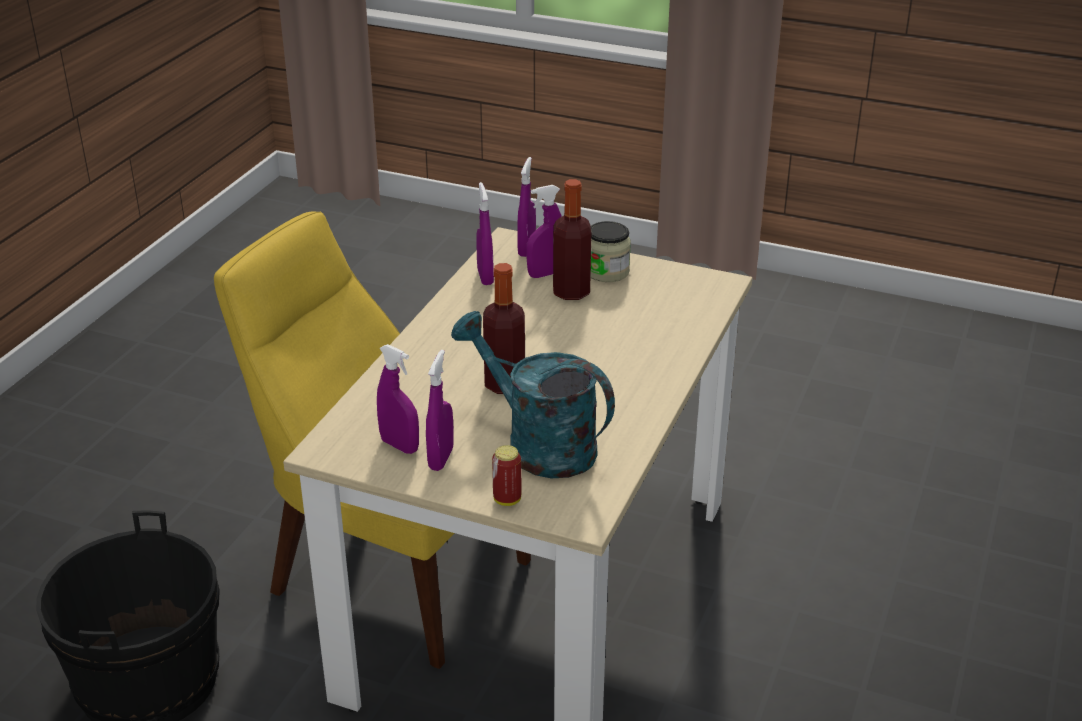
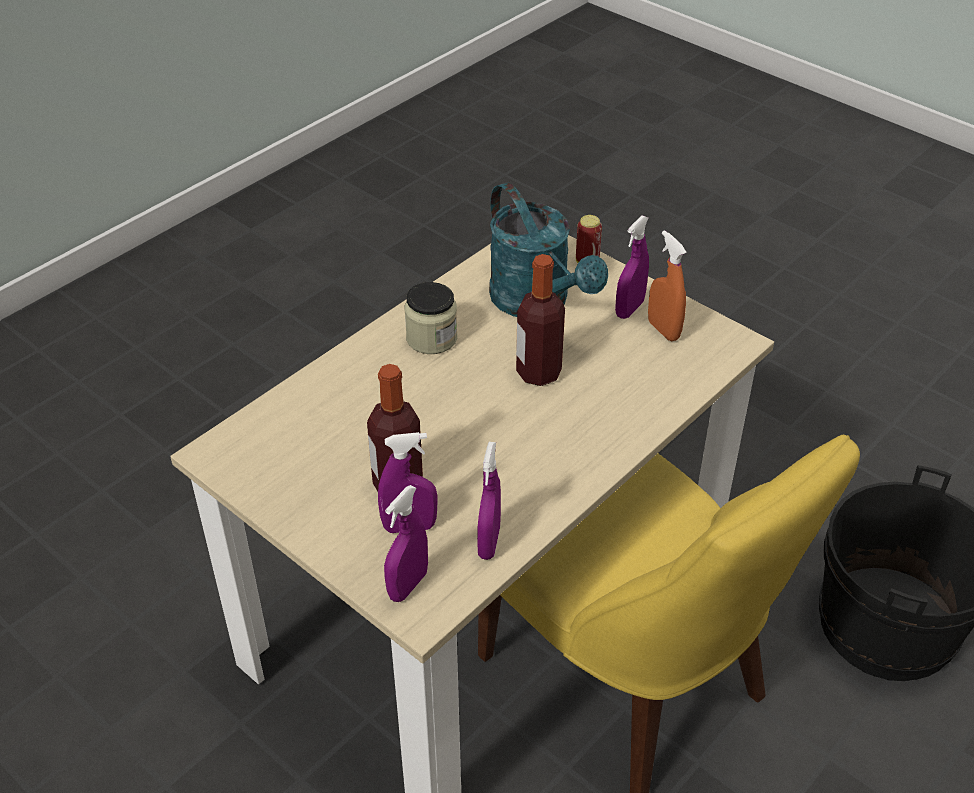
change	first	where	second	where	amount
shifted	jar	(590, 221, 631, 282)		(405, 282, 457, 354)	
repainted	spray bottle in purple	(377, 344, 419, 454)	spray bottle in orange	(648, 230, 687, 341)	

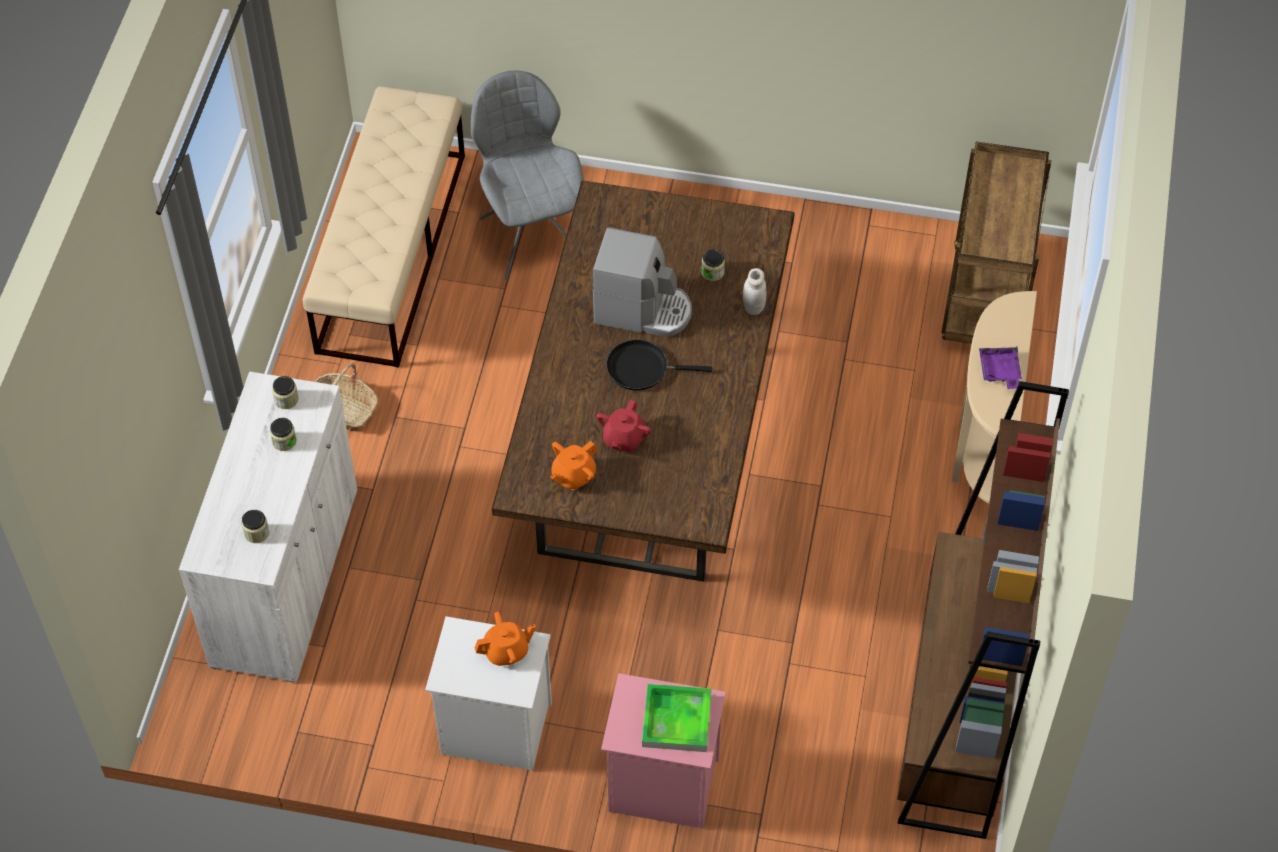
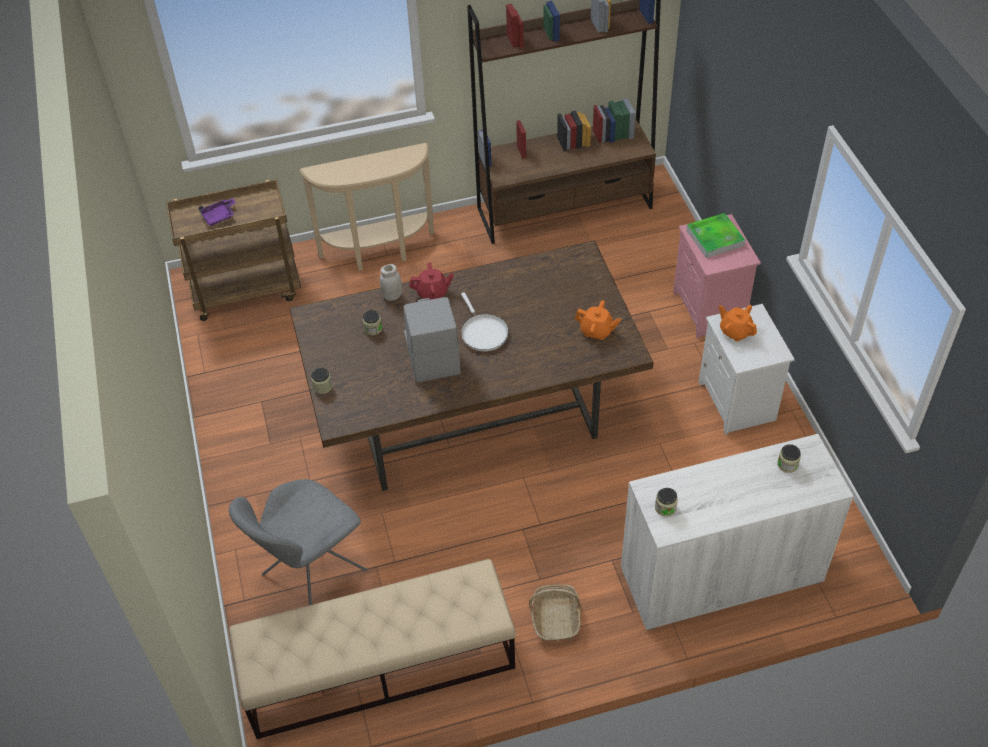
change	first	where	second	where	amount
shifted	jar	(270, 418, 297, 451)		(311, 368, 332, 394)	
shifted	teapot in red	(596, 400, 651, 452)		(409, 262, 454, 300)	
shifted	tray in purple	(979, 346, 1022, 389)		(198, 198, 236, 226)	
repainted	frying pan in black	(606, 340, 712, 390)	frying pan in white	(461, 292, 509, 351)	

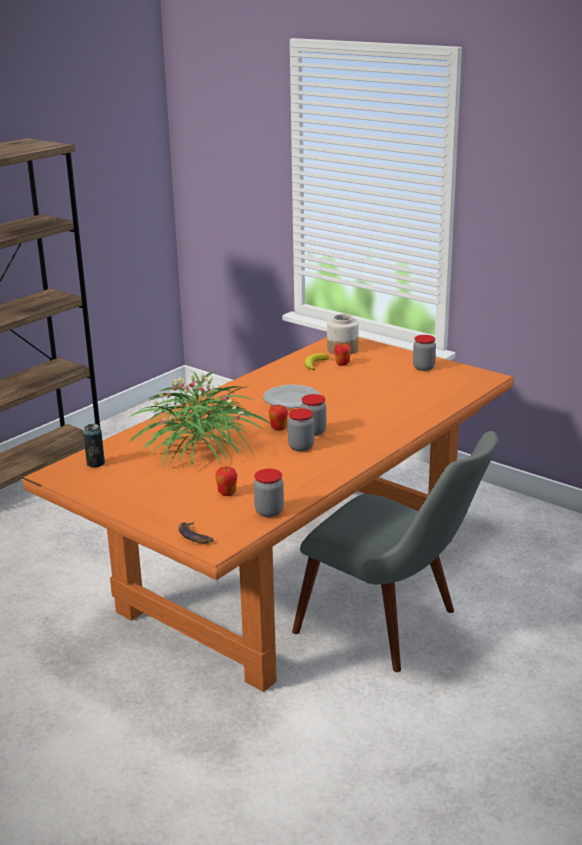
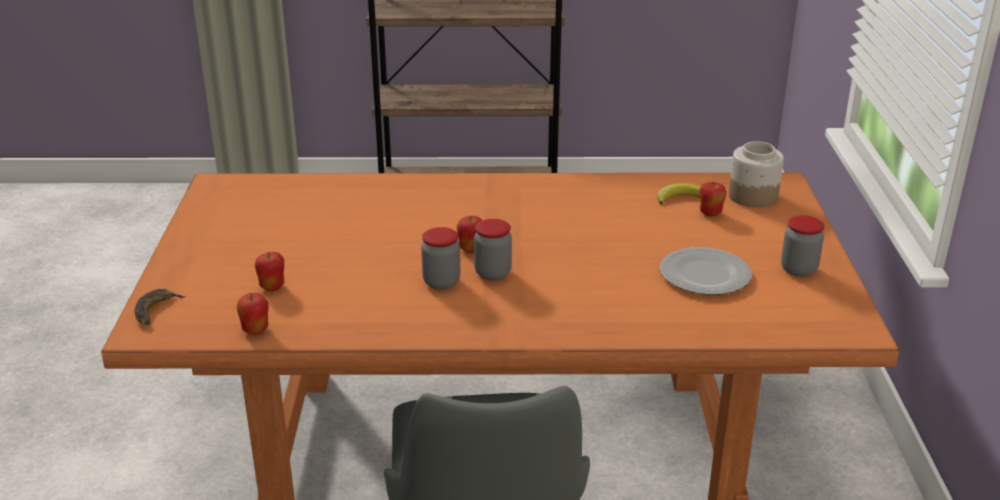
change	first	where	second	where	amount
gone	can	(83, 424, 105, 467)			
gone	potted plant	(129, 371, 270, 467)			
shifted	plate	(263, 385, 320, 408)		(660, 247, 752, 295)	
swapped	jar	(254, 469, 284, 517)	apple	(237, 293, 268, 335)	

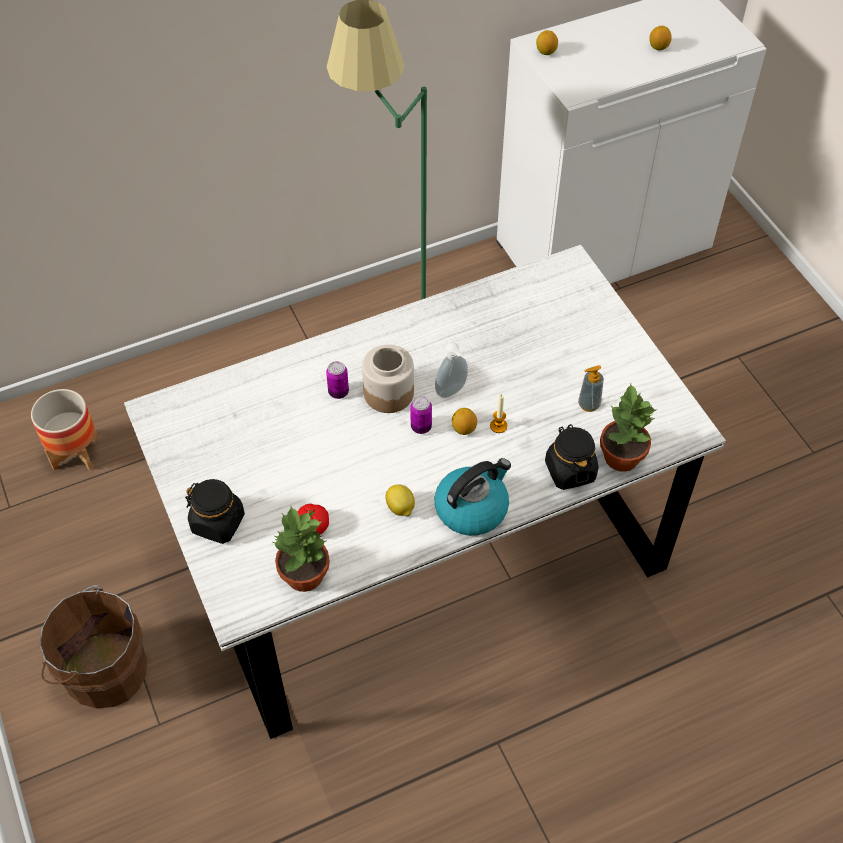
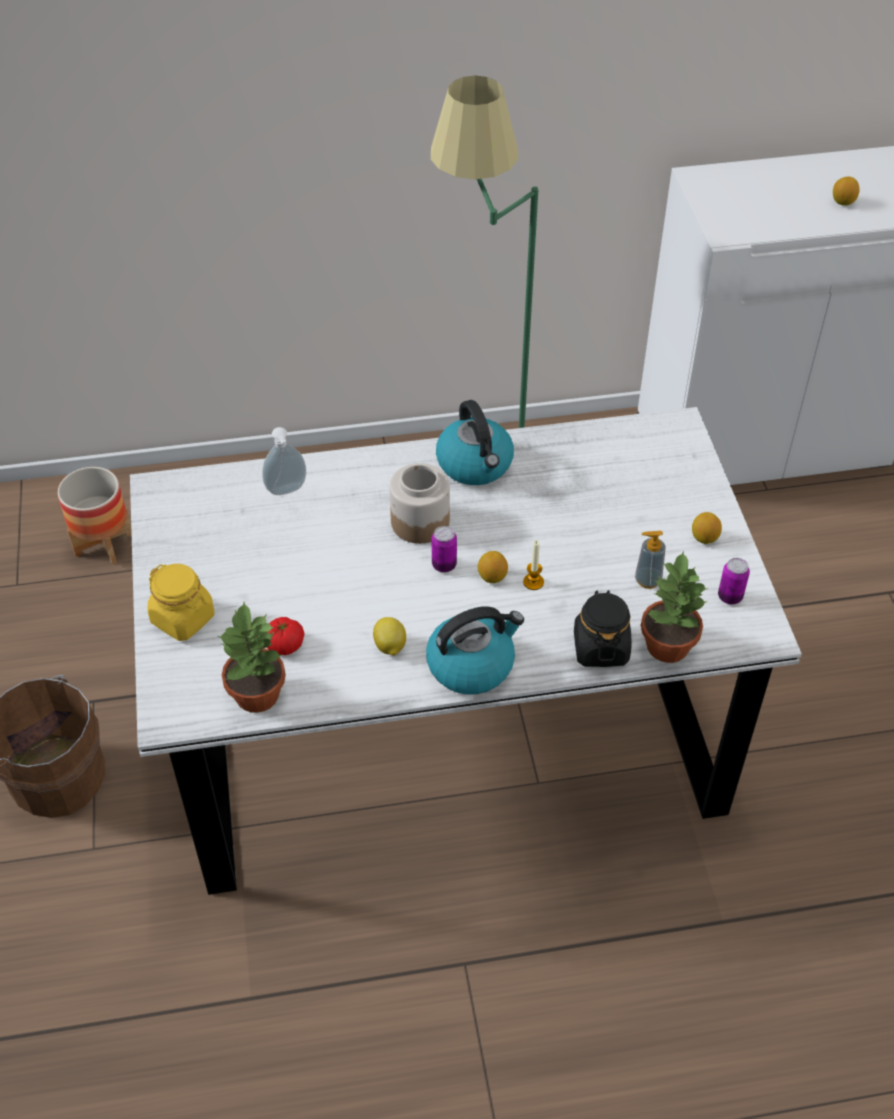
change	first	where	second	where	amount
new			kettle	(436, 400, 514, 485)	
shifted	can	(326, 361, 349, 399)		(718, 558, 750, 604)	
shifted	soap dispenser	(435, 342, 468, 398)		(262, 427, 306, 495)	
shifted	lemon	(536, 30, 558, 55)		(692, 512, 722, 544)	
repainted	jar in black	(185, 479, 245, 544)	jar in yellow	(147, 564, 215, 641)	

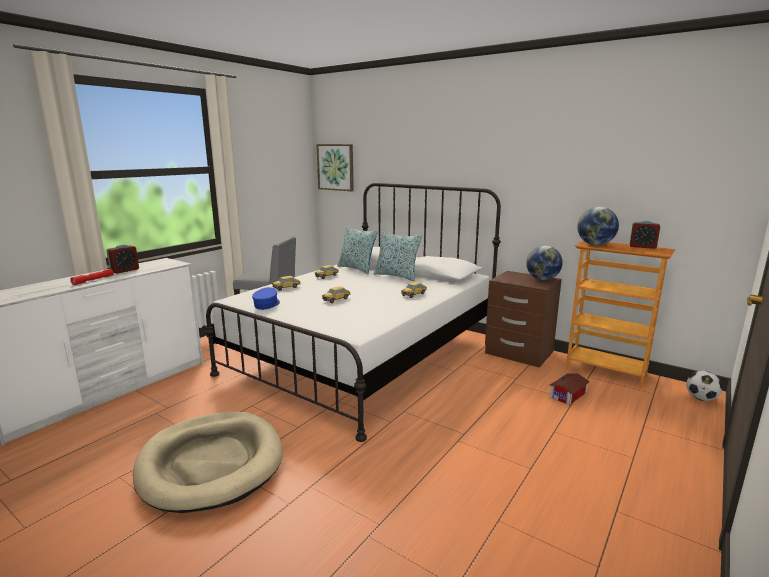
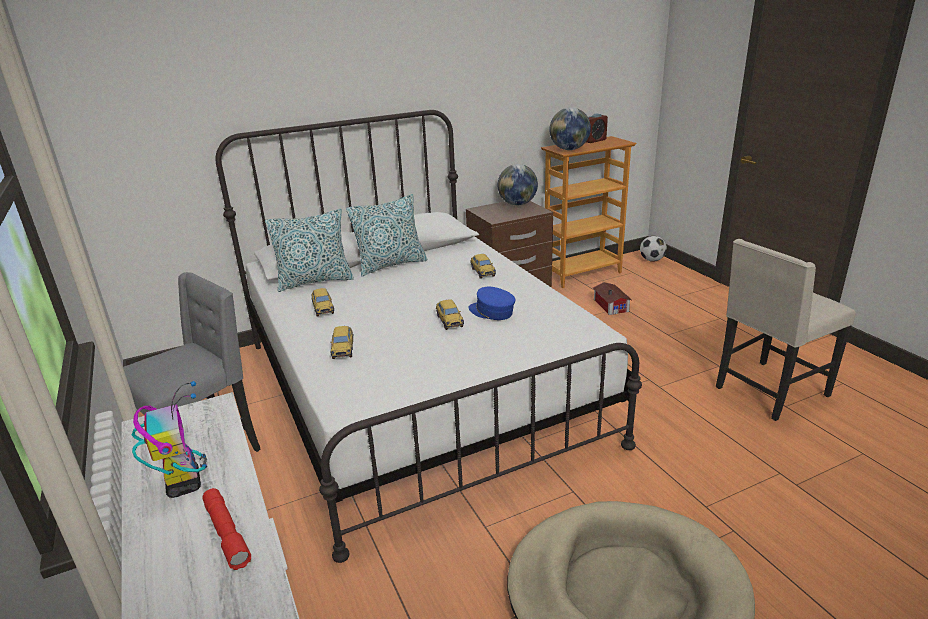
change	first	where	second	where	amount
gone	picture	(316, 144, 354, 191)			
new			chair in beige	(716, 239, 856, 421)	
shifted	cap in blue	(252, 287, 280, 310)		(468, 287, 515, 320)	
swapped	alarm clock	(106, 244, 139, 274)	toy robot	(132, 381, 207, 498)	

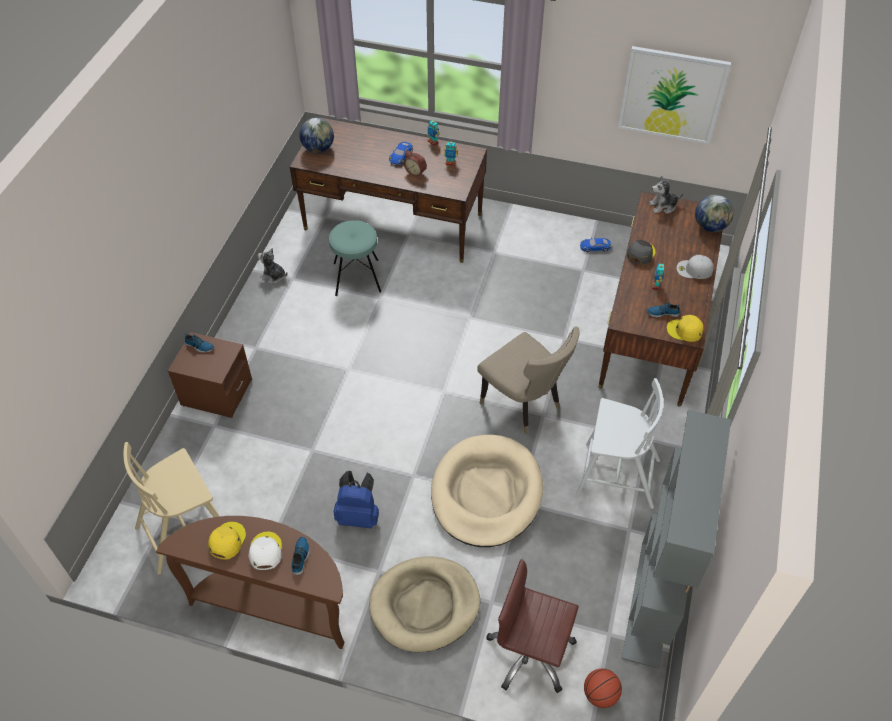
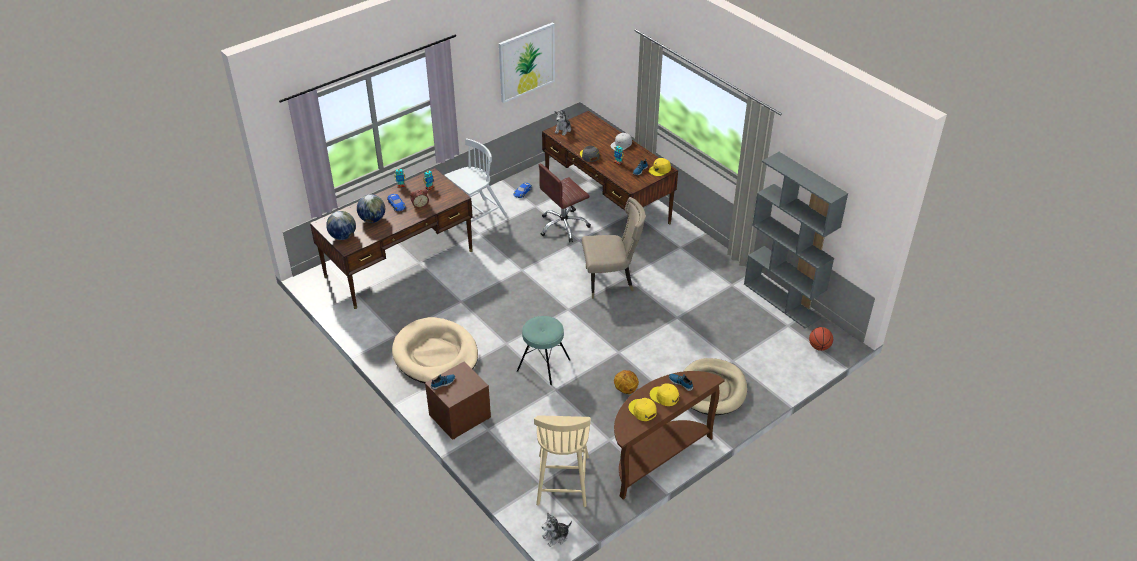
change	first	where	second	where	amount
shifted	plush toy	(258, 248, 288, 284)		(542, 512, 572, 547)	
shifted	stool in turquoise	(329, 220, 381, 296)		(517, 316, 570, 385)	
shifted	dog bed in beige	(431, 435, 543, 547)		(392, 317, 478, 383)	
shifted	office chair in brown	(486, 559, 579, 693)		(539, 164, 591, 242)	
shifted	chair in white	(577, 378, 663, 509)		(444, 138, 507, 226)	
shifted	globe	(695, 195, 734, 232)		(357, 194, 385, 223)	
swapped	backpack in blue	(334, 471, 379, 528)	basketball	(614, 370, 639, 394)	
repainted	cap in white	(249, 531, 282, 570)	cap in yellow	(650, 384, 679, 406)	

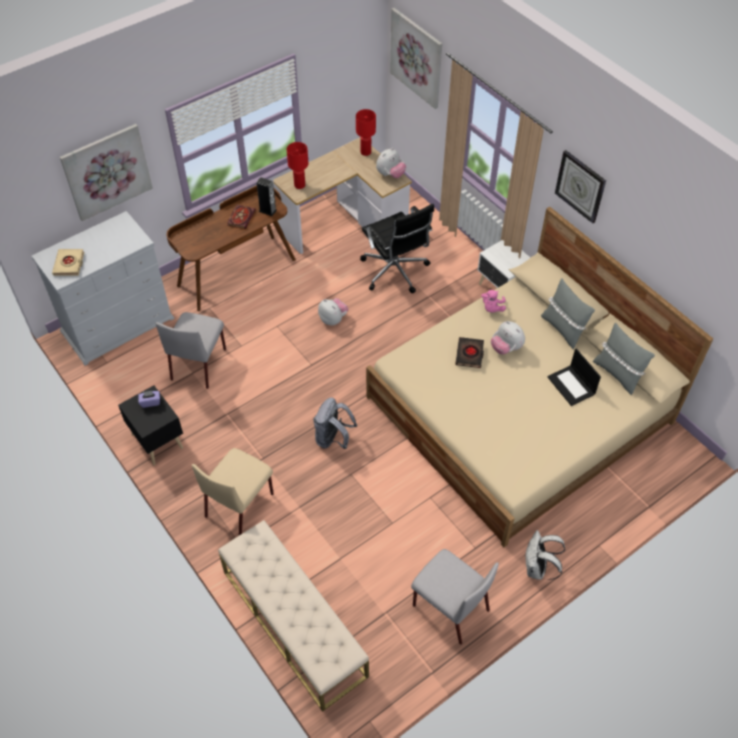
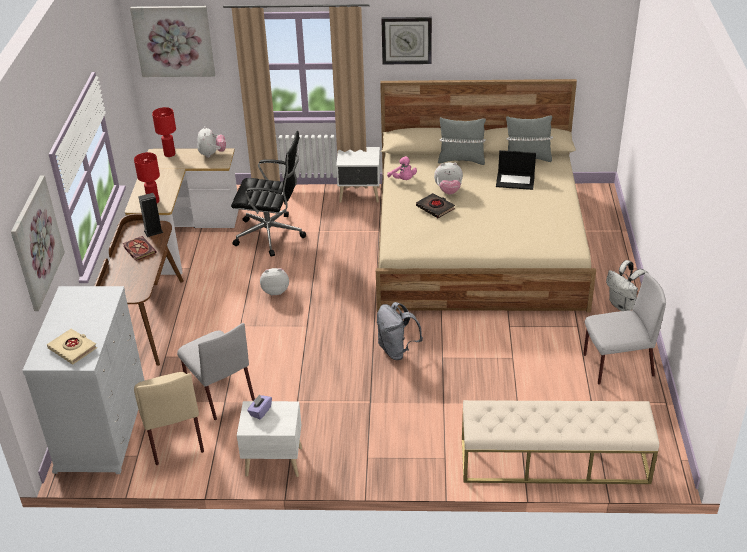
change	first	where	second	where	amount
shifted	chair in beige	(192, 448, 274, 535)		(134, 372, 204, 465)	
repainted	nightstand in black	(118, 385, 183, 465)	nightstand in white	(237, 401, 302, 477)	

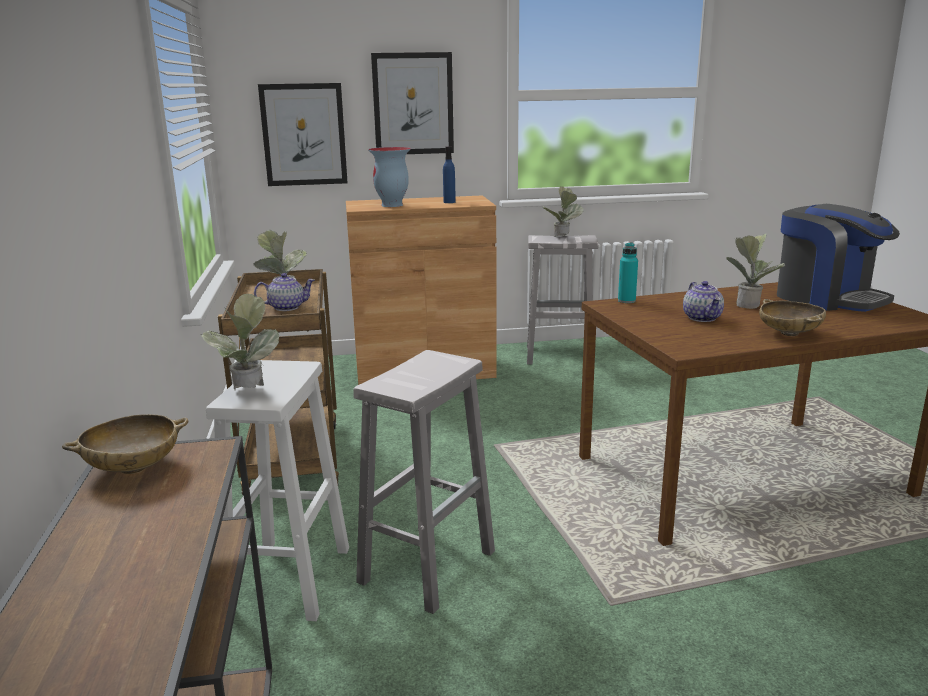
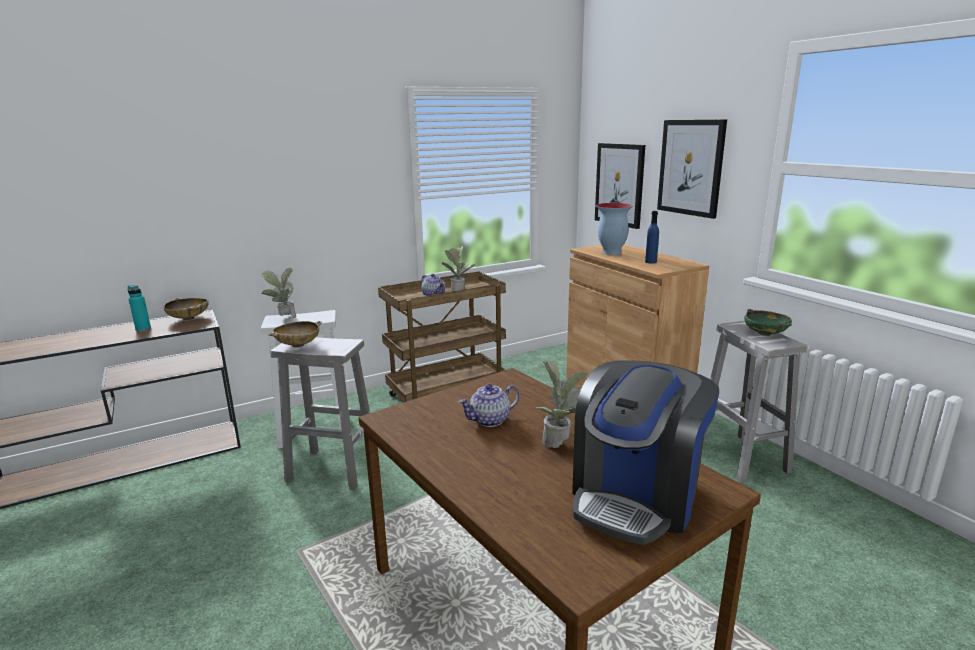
change	first	where	second	where	amount
shifted	bottle in turquoise	(618, 242, 638, 303)		(127, 285, 151, 332)	
shifted	bowl in beige	(759, 299, 826, 336)		(268, 321, 322, 348)	
swapped	potted plant	(543, 186, 584, 237)	bowl in green	(744, 309, 792, 336)	

